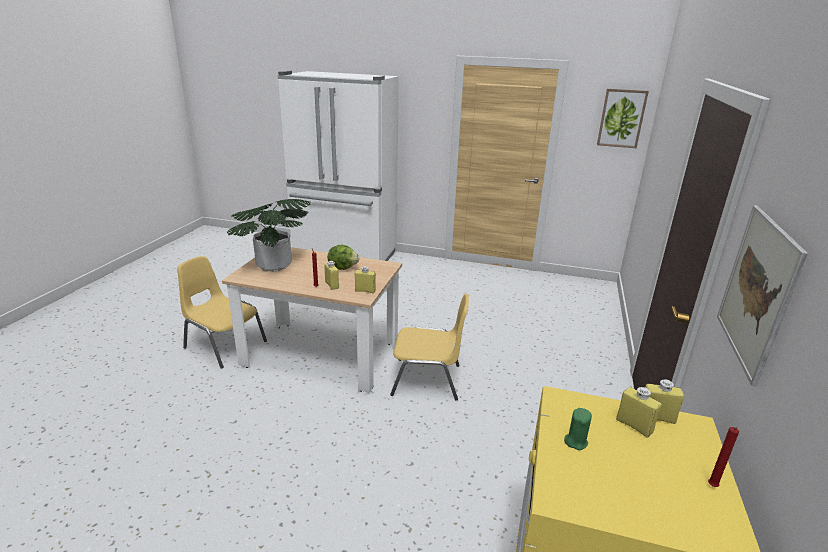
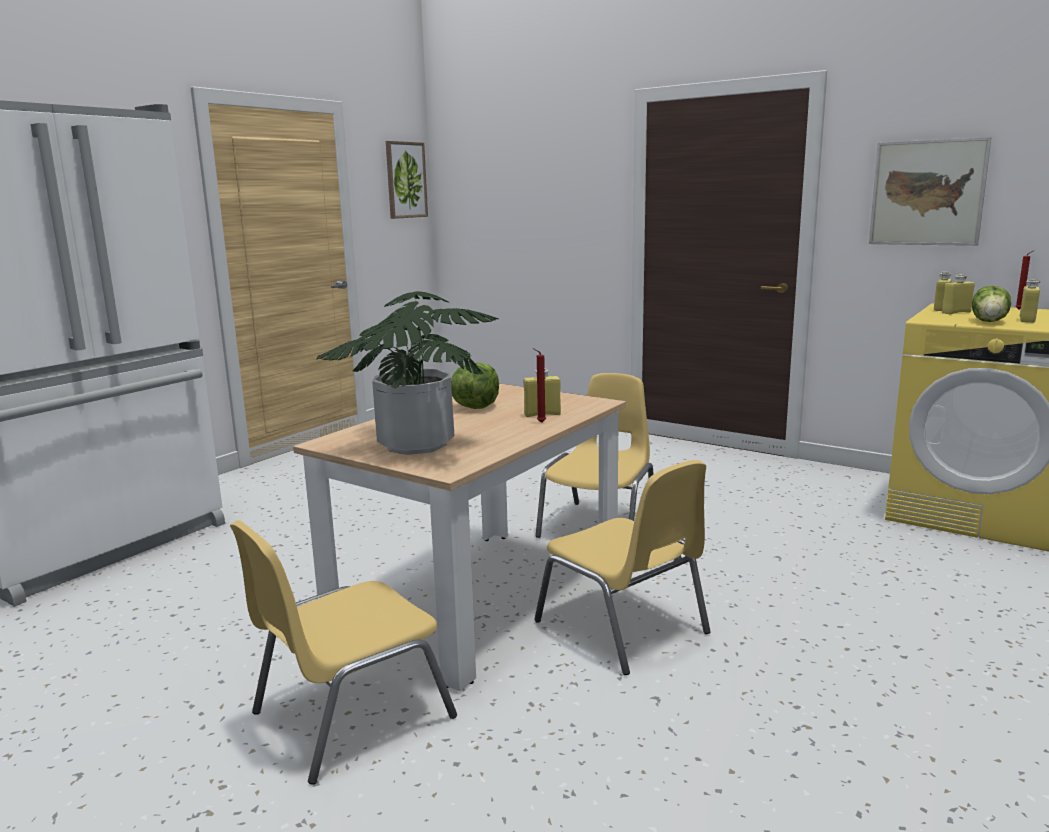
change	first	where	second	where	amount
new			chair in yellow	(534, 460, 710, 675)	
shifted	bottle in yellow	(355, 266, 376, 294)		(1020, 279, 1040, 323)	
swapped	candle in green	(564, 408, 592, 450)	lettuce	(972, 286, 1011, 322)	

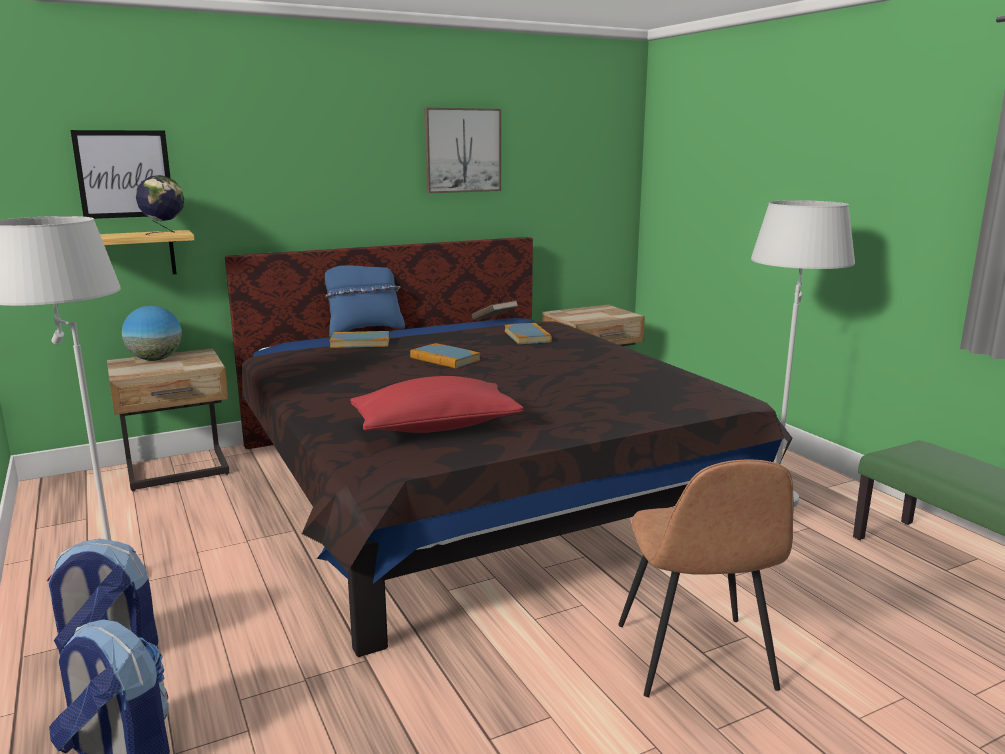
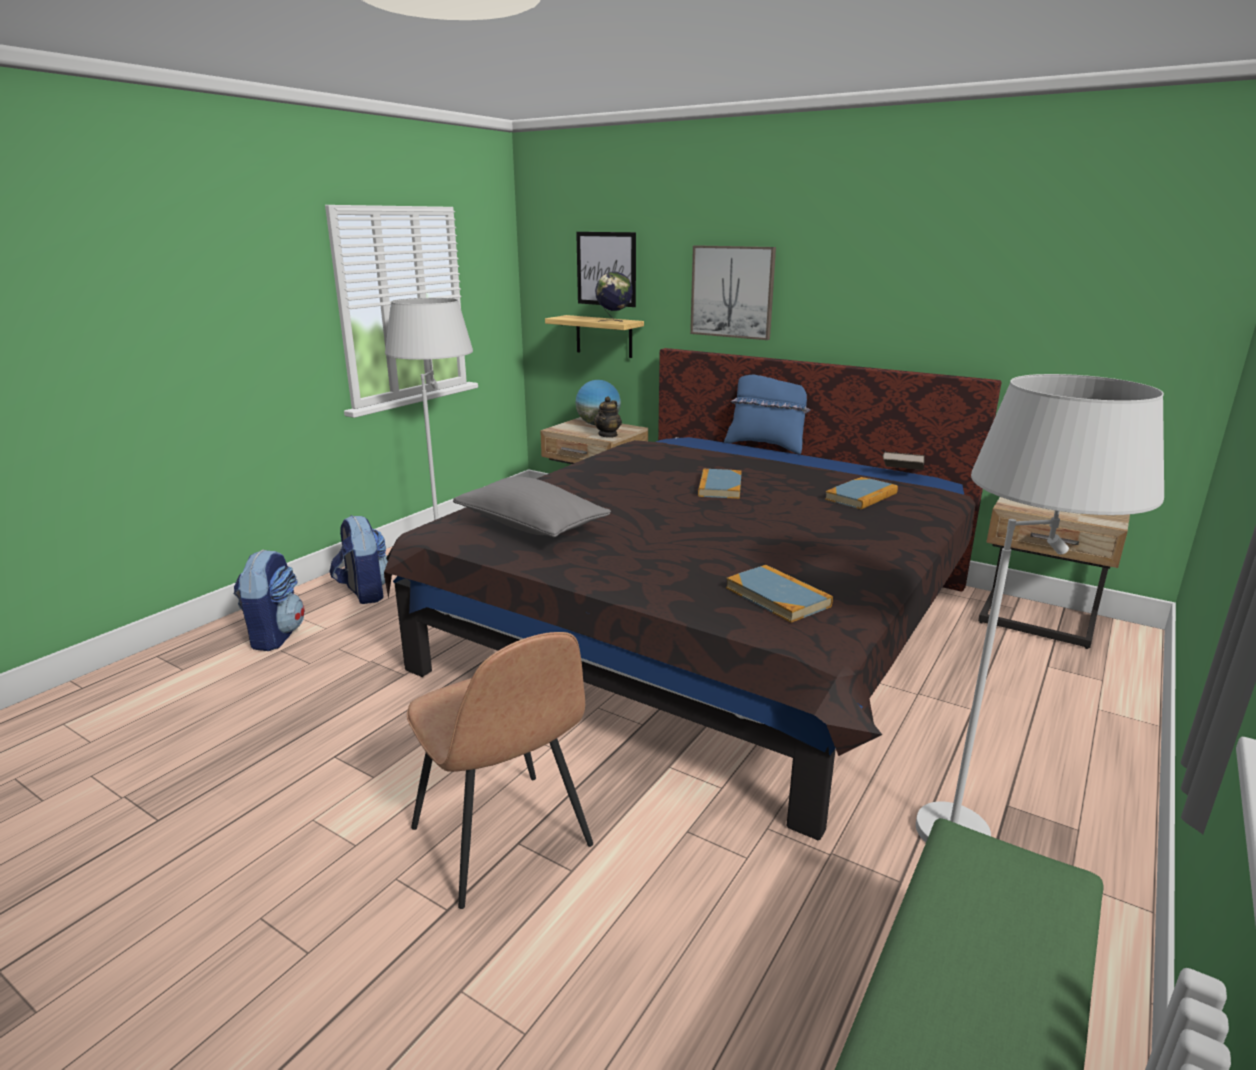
change	first	where	second	where	amount
new			teapot	(594, 396, 622, 438)	
shifted	book	(330, 331, 390, 348)		(726, 565, 833, 623)	
shifted	picture	(424, 107, 501, 193)		(690, 245, 776, 340)	
repainted	pillow in red	(350, 376, 524, 433)	pillow in grey	(453, 477, 611, 538)	
rotated	chair in brown	(618, 460, 794, 697)		(407, 632, 593, 909)	90 degrees counterclockwise

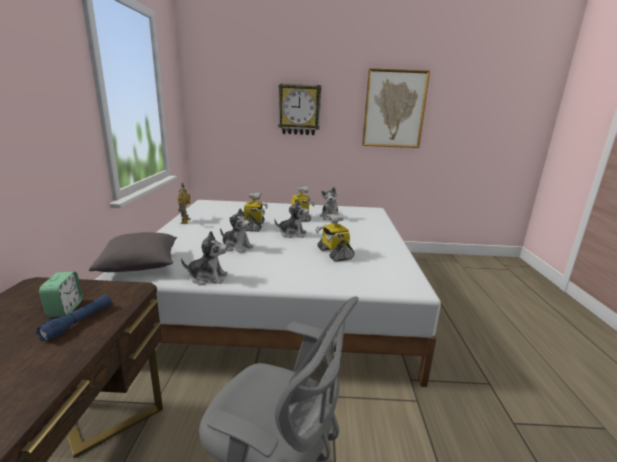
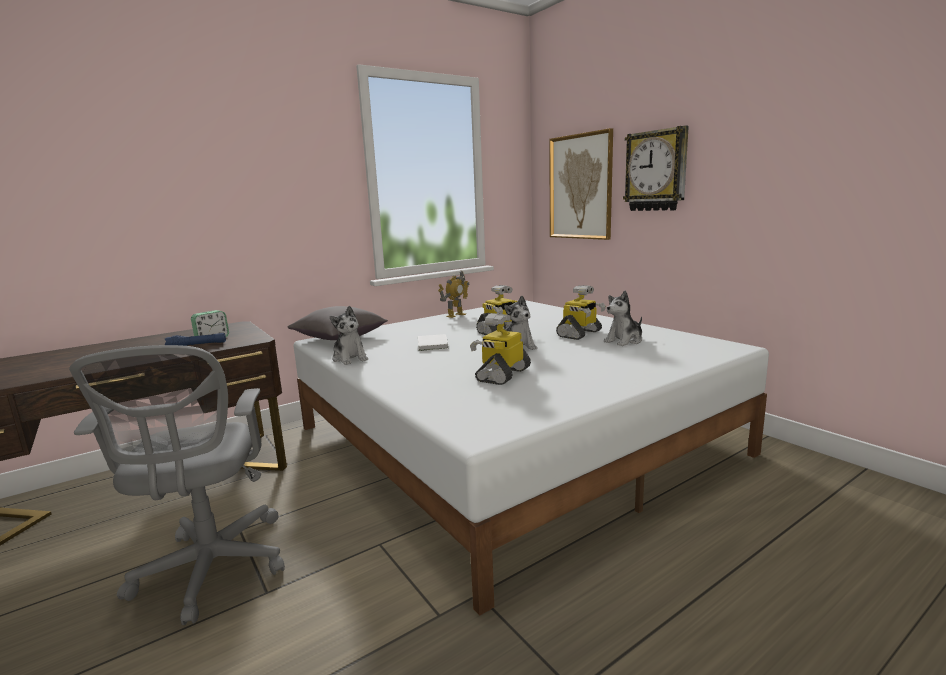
change	first	where	second	where	amount
shifted	picture	(362, 68, 430, 148)		(549, 128, 613, 240)	
swapped	plush toy	(220, 208, 253, 253)	book in white	(418, 334, 449, 351)	

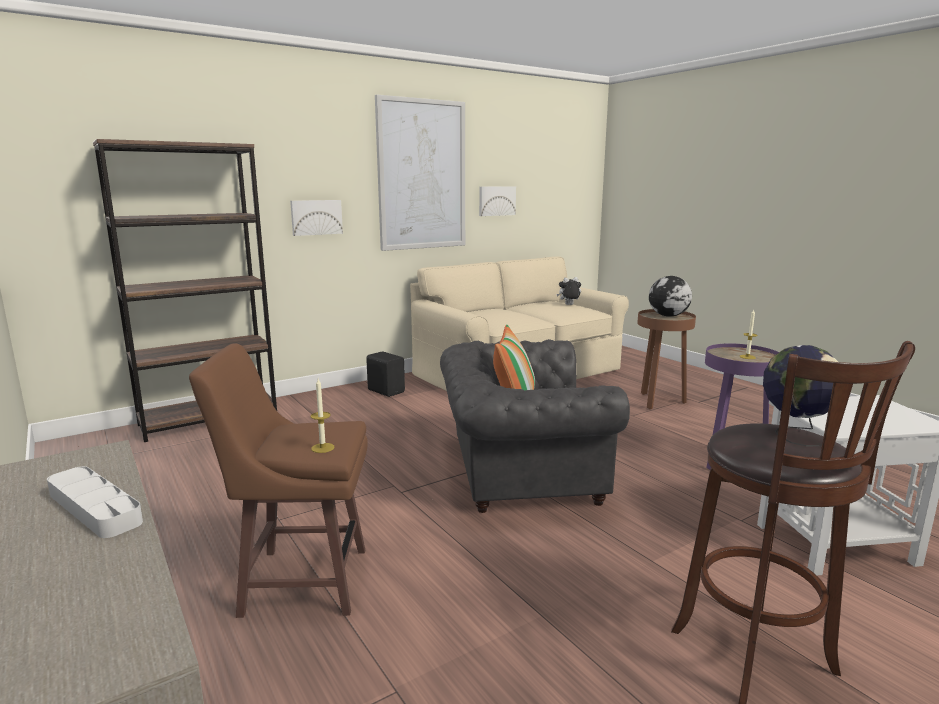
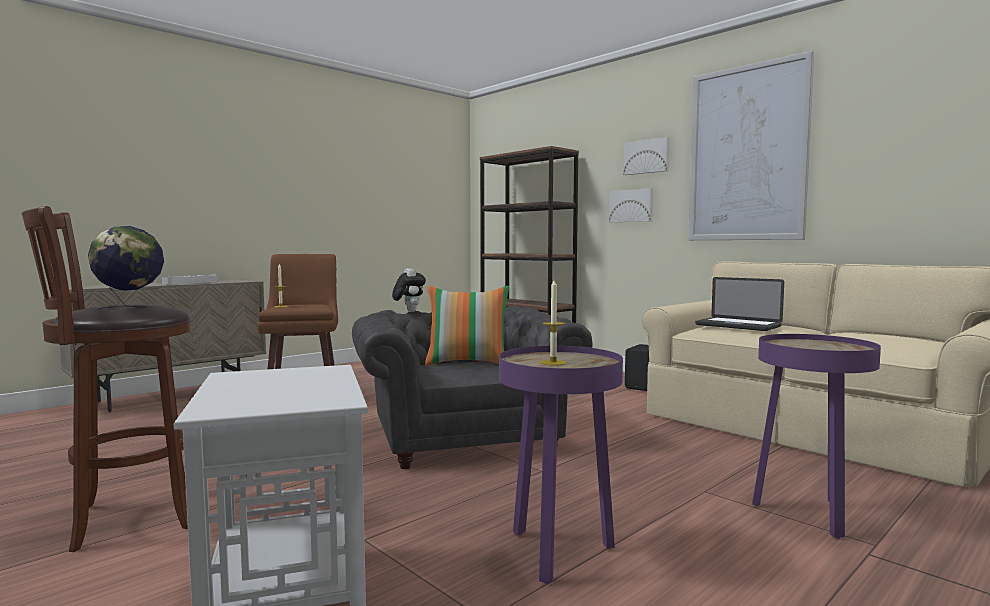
change	first	where	second	where	amount
gone	globe	(649, 276, 692, 317)			
new			laptop	(695, 277, 784, 331)	
shifted	picture	(479, 186, 516, 216)		(623, 137, 670, 175)	
shifted	plush toy	(556, 277, 581, 305)		(392, 268, 426, 312)	
repainted	side table in brown	(637, 309, 696, 409)	side table in purple	(752, 334, 881, 539)	

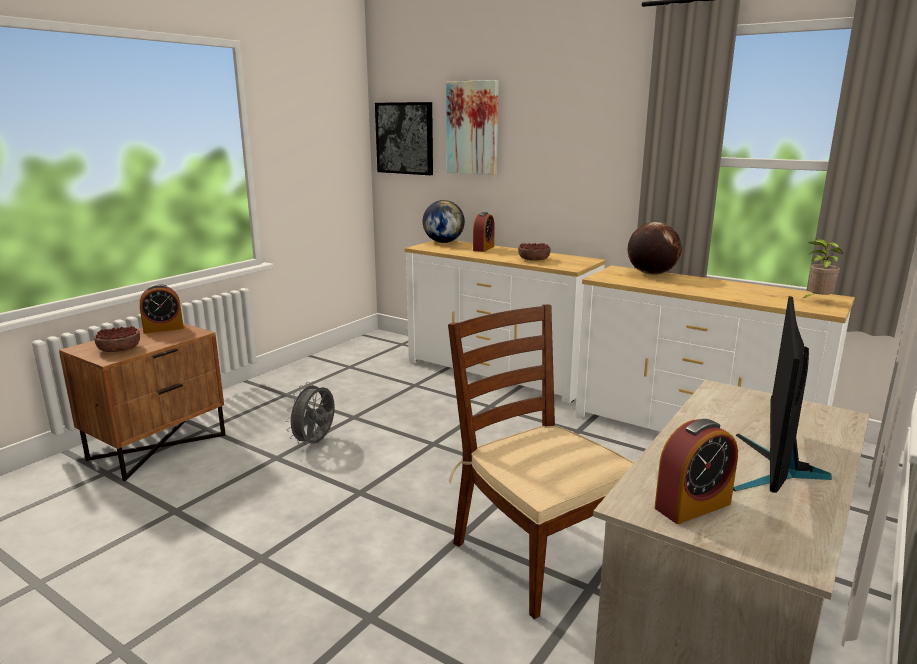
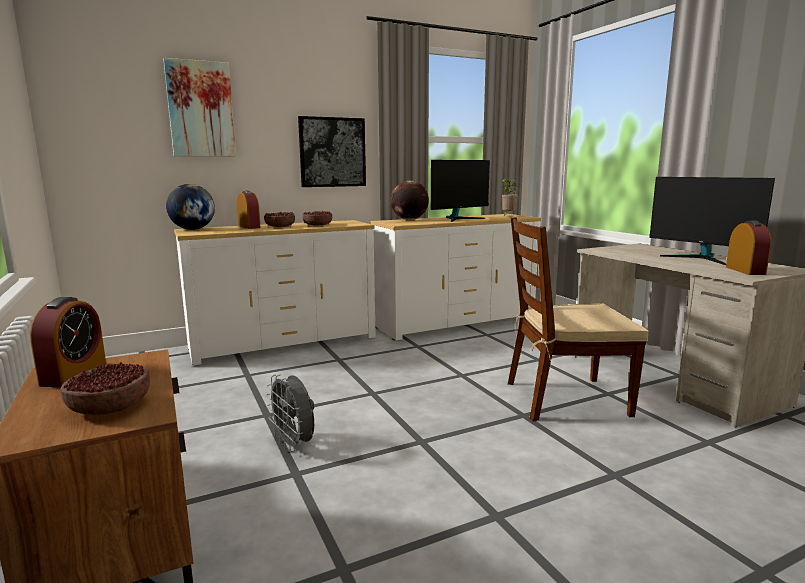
change	first	where	second	where	amount
new			bowl	(264, 212, 295, 227)	
new			monitor	(431, 160, 490, 222)	
shifted	picture	(375, 102, 433, 175)		(298, 116, 366, 187)	

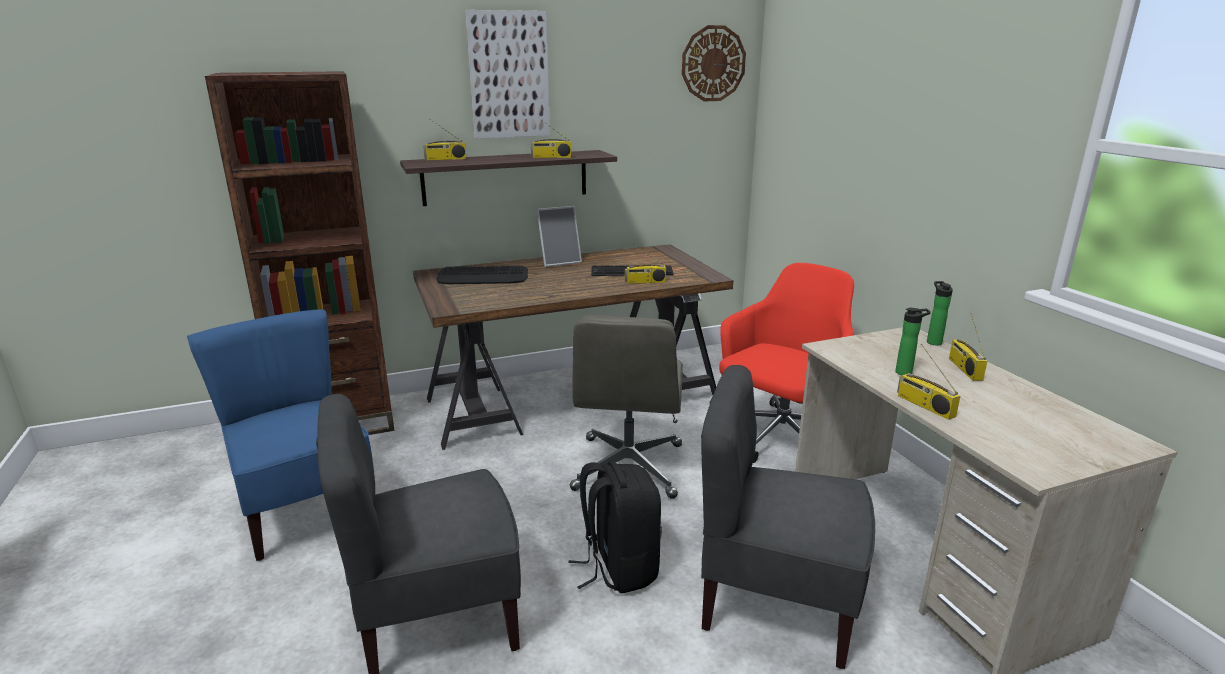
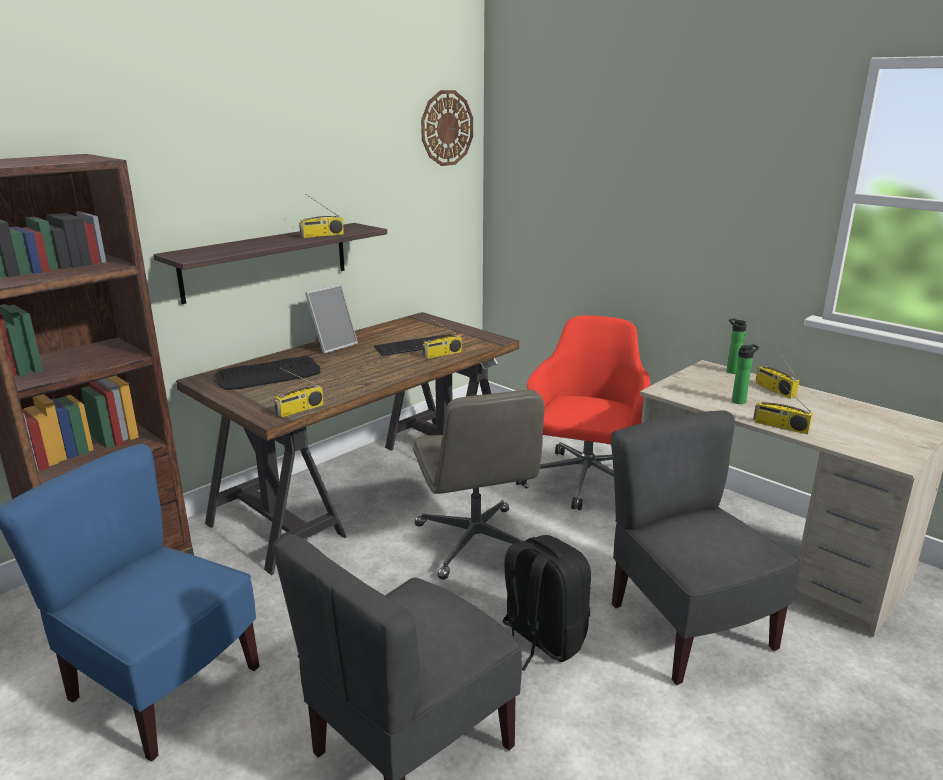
change	first	where	second	where	amount
gone	picture	(465, 10, 550, 139)			
shifted	radio	(423, 119, 467, 161)		(274, 368, 324, 417)	
rotated	chair in grey	(701, 365, 875, 669)		(611, 410, 801, 685)	75 degrees clockwise

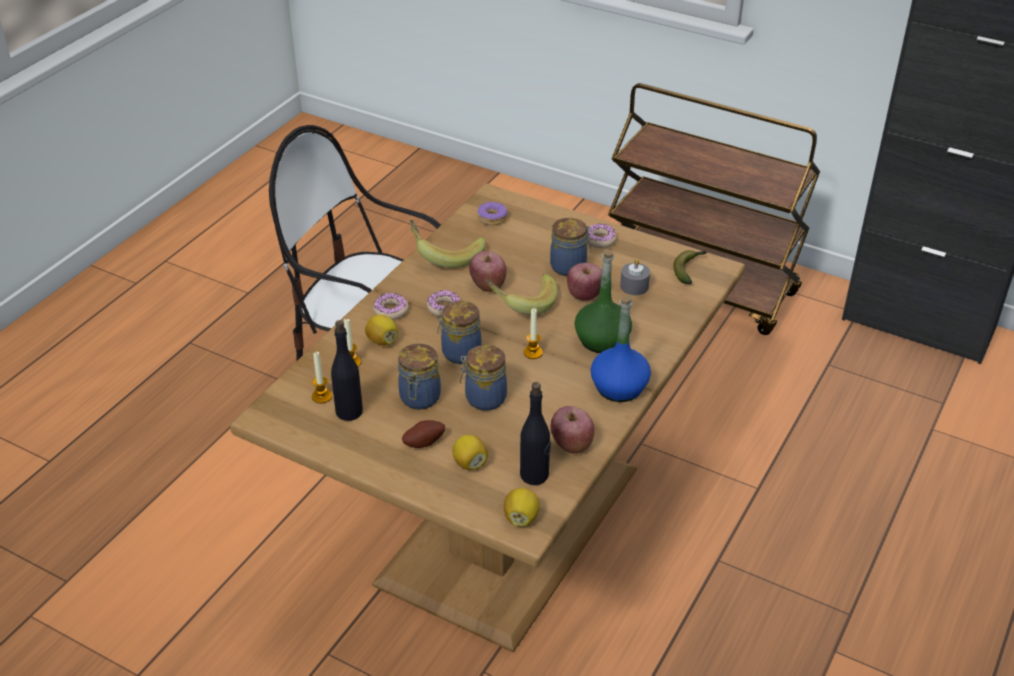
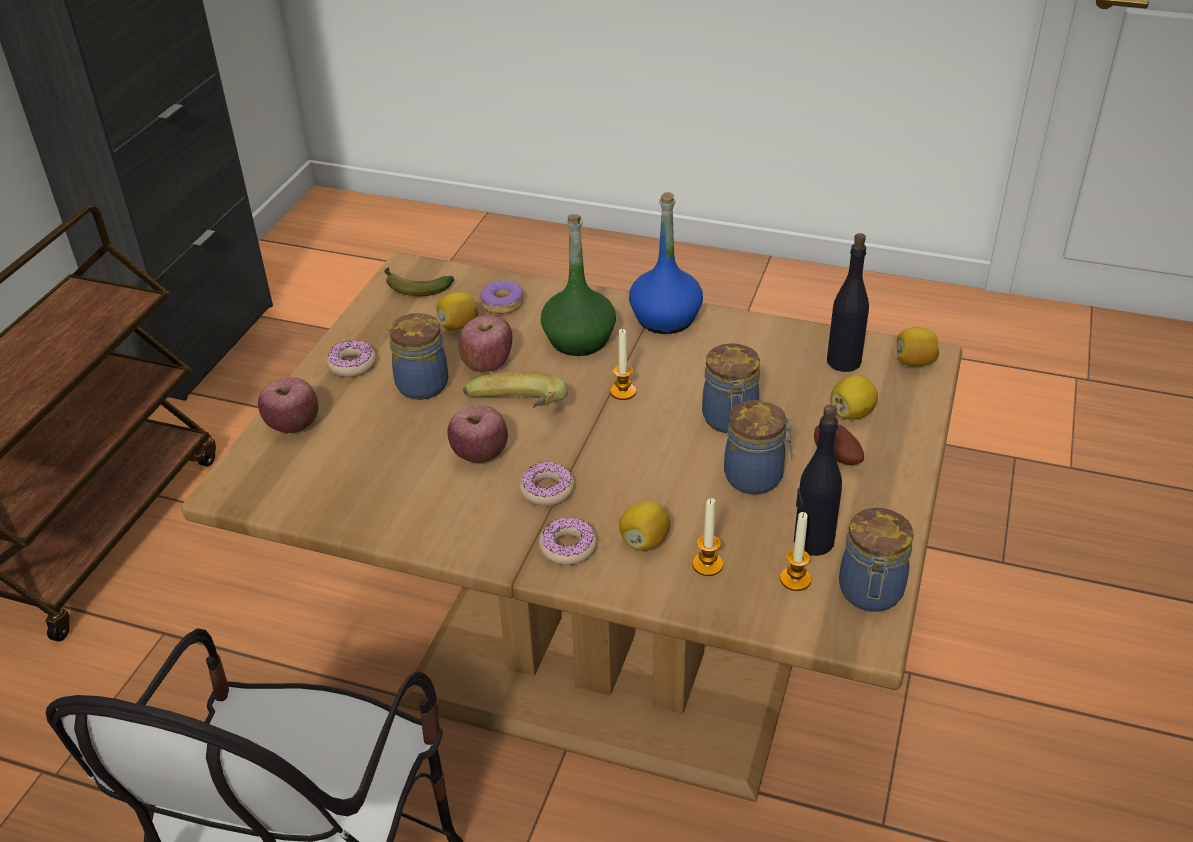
change	first	where	second	where	amount
gone	banana	(410, 220, 485, 268)			
shifted	jar	(437, 301, 481, 364)		(839, 508, 914, 612)	
shifted	donut	(477, 202, 507, 226)		(480, 280, 524, 314)	
shifted	apple	(551, 406, 594, 454)		(258, 377, 318, 433)	
swapped	candle in grey	(620, 258, 650, 295)	lemon	(436, 292, 479, 331)	

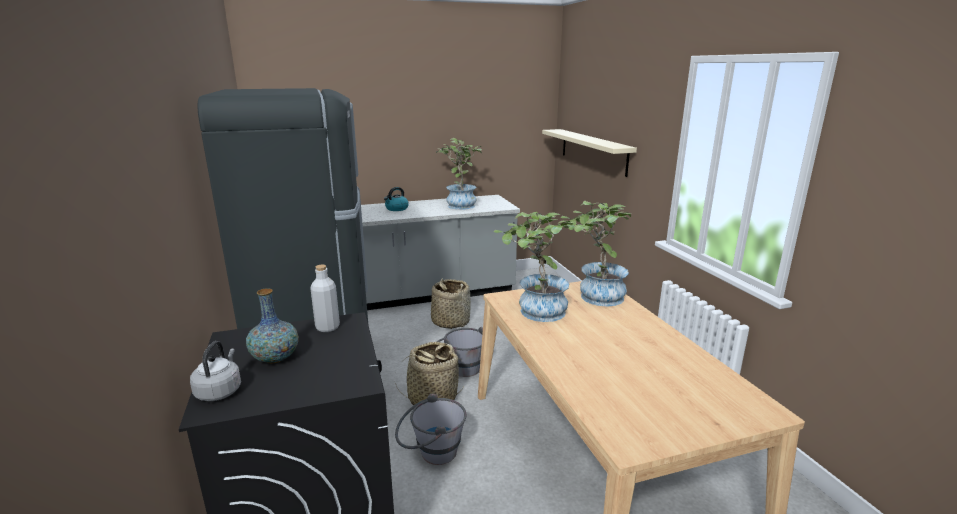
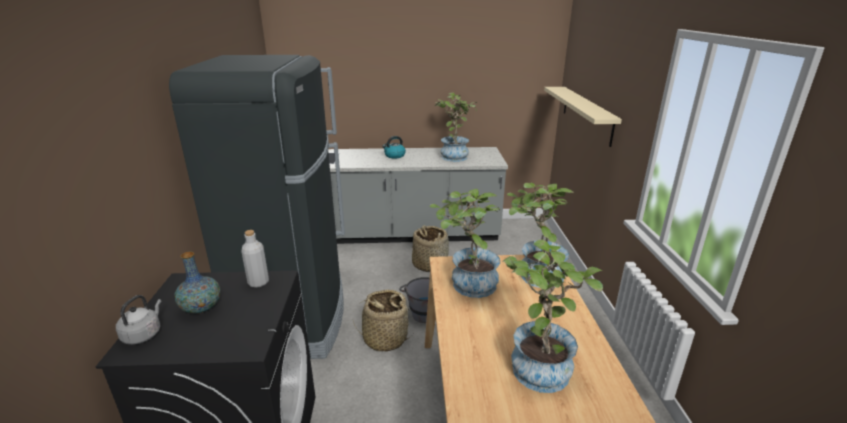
change	first	where	second	where	amount
gone	bucket in grey	(395, 393, 467, 465)			
new			potted plant	(502, 240, 603, 393)	

